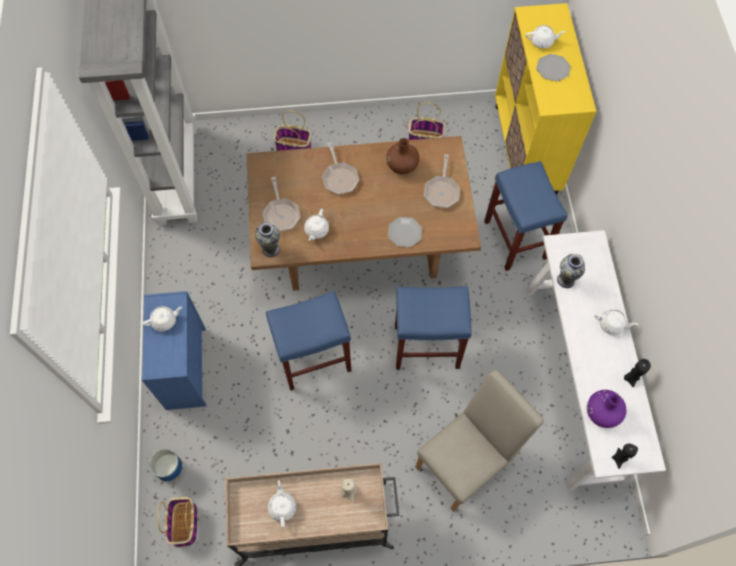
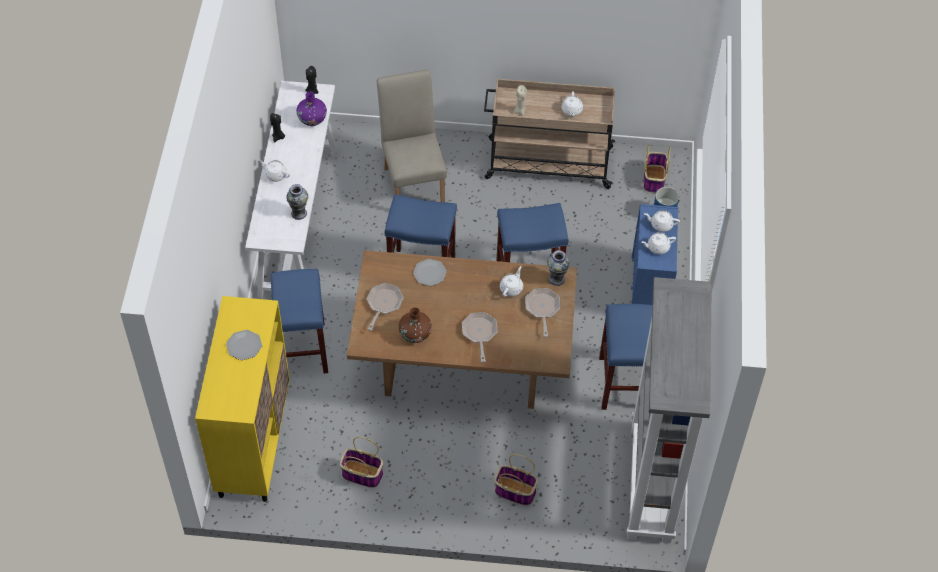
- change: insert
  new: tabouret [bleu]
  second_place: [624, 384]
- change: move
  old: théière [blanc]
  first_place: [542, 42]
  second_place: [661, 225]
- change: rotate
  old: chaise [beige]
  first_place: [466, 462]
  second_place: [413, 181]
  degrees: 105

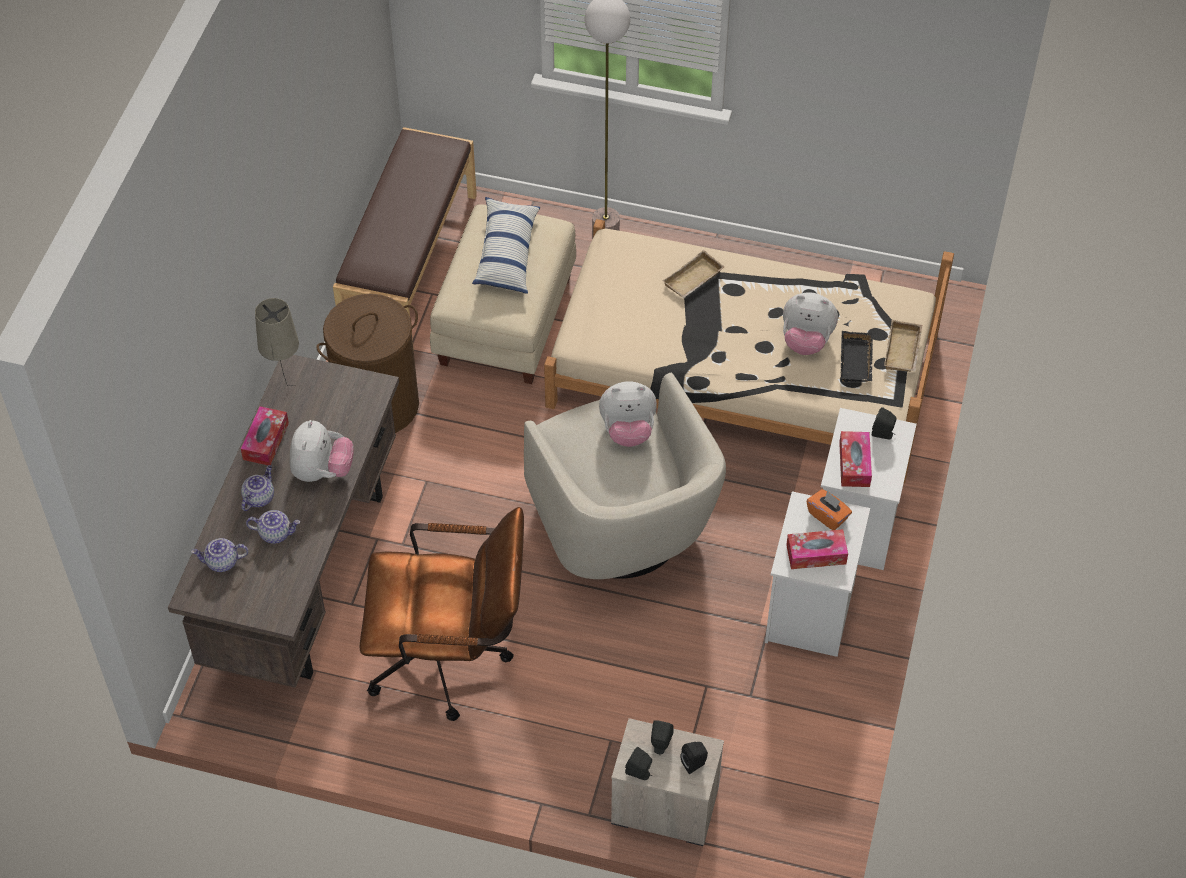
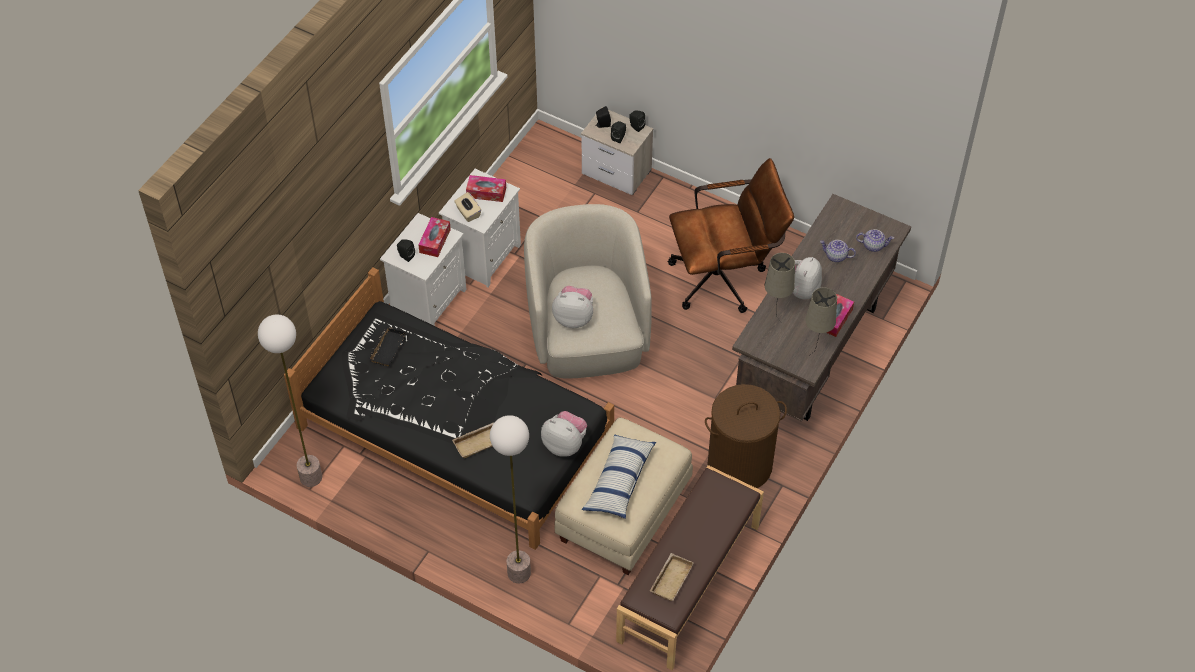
- change: delete
  old: théière
  first_place: [259, 497]
- change: insert
  new: lampadaire
  second_place: [310, 477]
- change: insert
  new: lampe de table [beige]
  second_place: [775, 318]
- change: move
  old: peluche
  first_place: [806, 341]
  second_place: [565, 444]
- change: move
  old: plateau [beige]
  first_place: [904, 351]
  second_place: [670, 578]
- change: recolor
  old: lit [beige]
  new: lit [noir]
  first_place: [744, 369]
  second_place: [455, 431]
- change: recolor
  old: boîte à mouchoirs [orange]
  new: boîte à mouchoirs [beige]
  first_place: [828, 516]
  second_place: [468, 213]
- change: rotate
  old: chaise de bureau [marron]
  first_place: [450, 659]
  second_place: [725, 278]
  degrees: 150

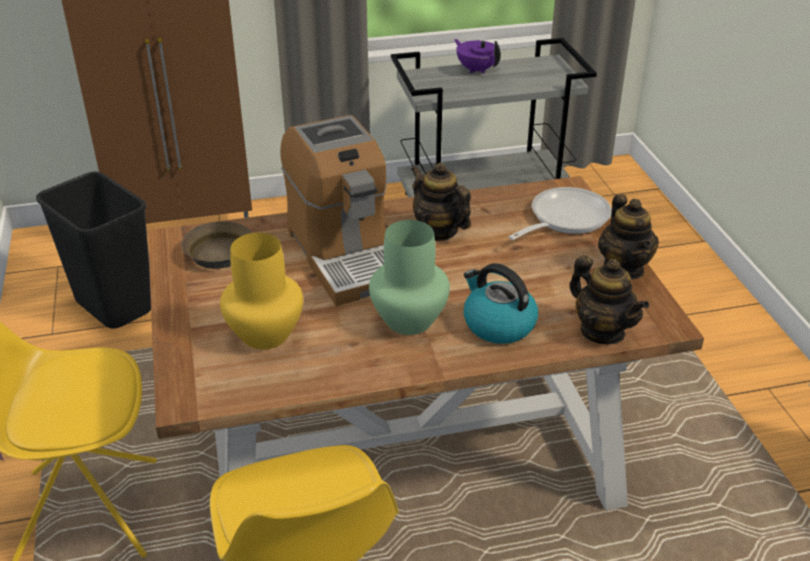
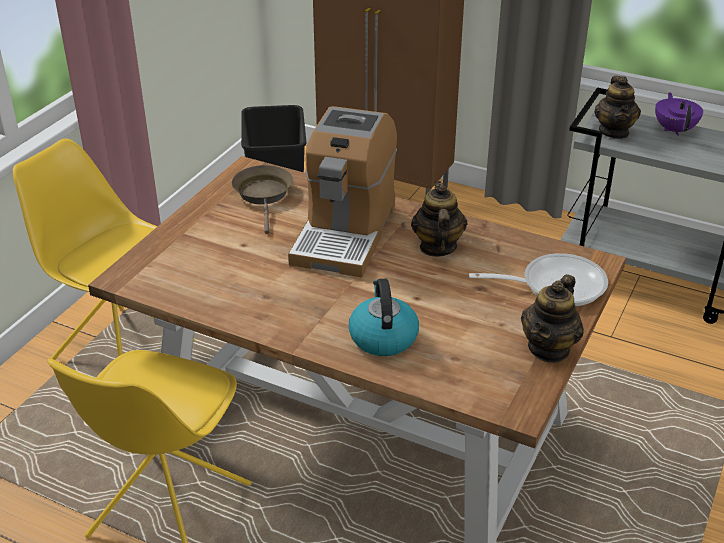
- change: delete
  old: vase [jaune]
  first_place: [266, 335]
- change: delete
  old: vase [vert]
  first_place: [410, 320]
- change: move
  old: théière
  first_place: [602, 331]
  second_place: [614, 132]

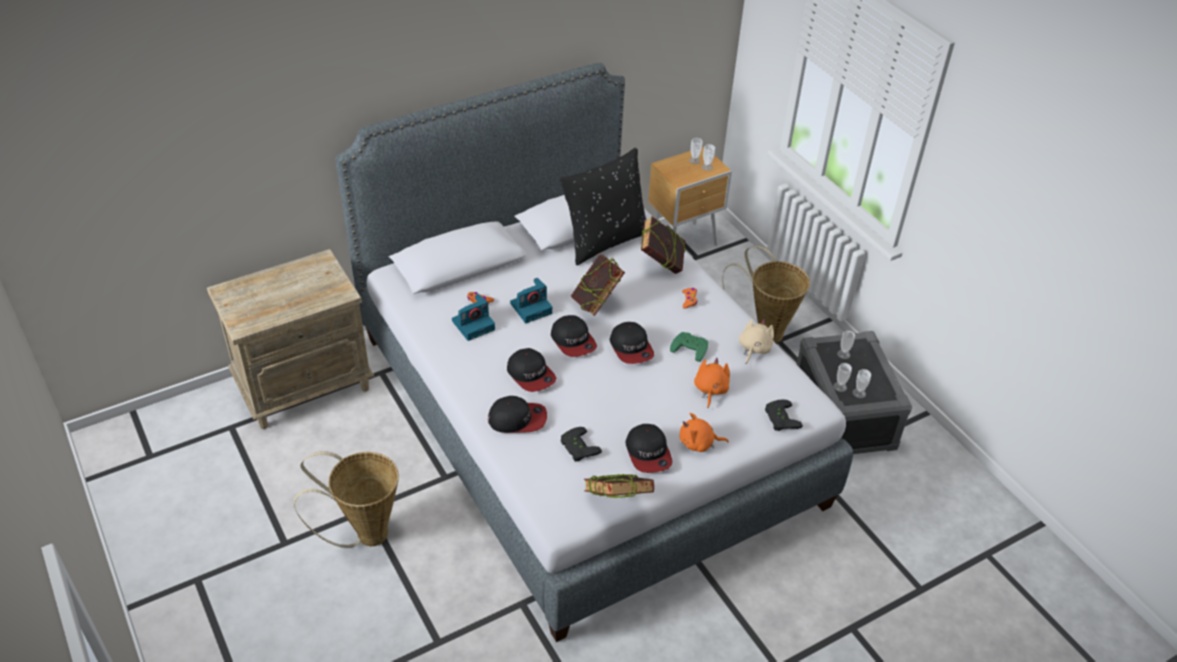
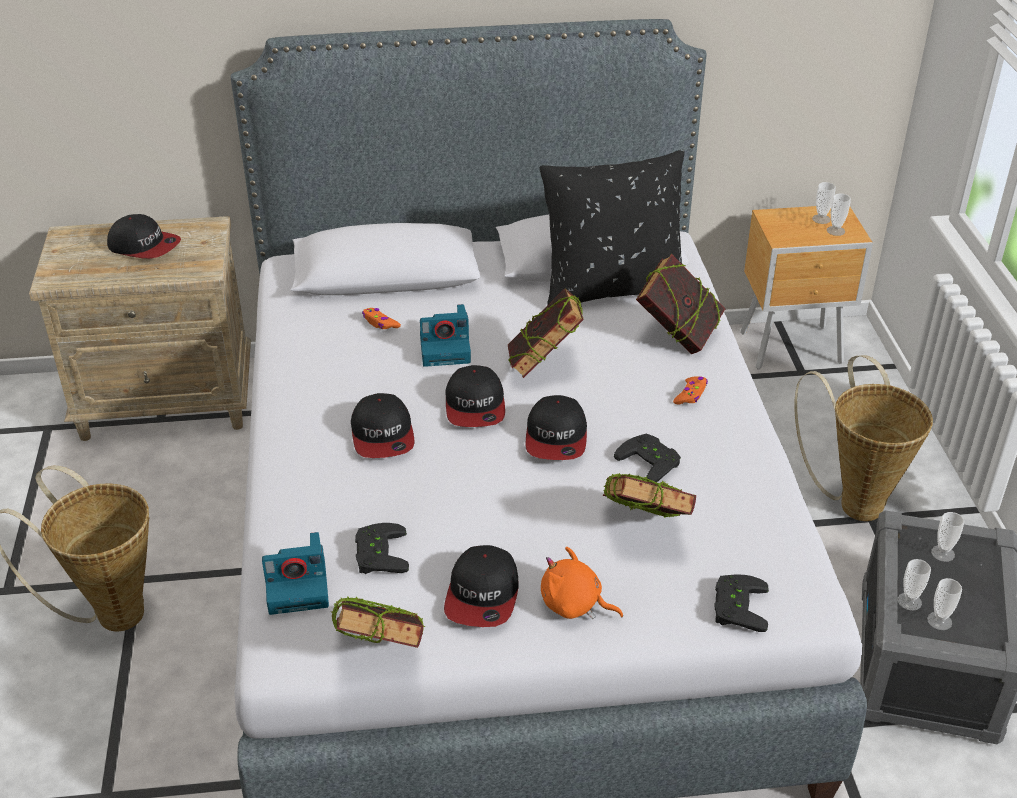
- change: delete
  old: peluche [beige]
  first_place: [754, 349]
- change: move
  old: appareil photo
  first_place: [474, 324]
  second_place: [299, 586]
- change: move
  old: casquette
  first_place: [517, 419]
  second_place: [144, 246]
- change: replace
  old: peluche [orange]
  new: livre
  first_place: [710, 390]
  second_place: [644, 530]
- change: recolor
  old: manette [vert]
  new: manette [noir]
  first_place: [691, 347]
  second_place: [651, 460]

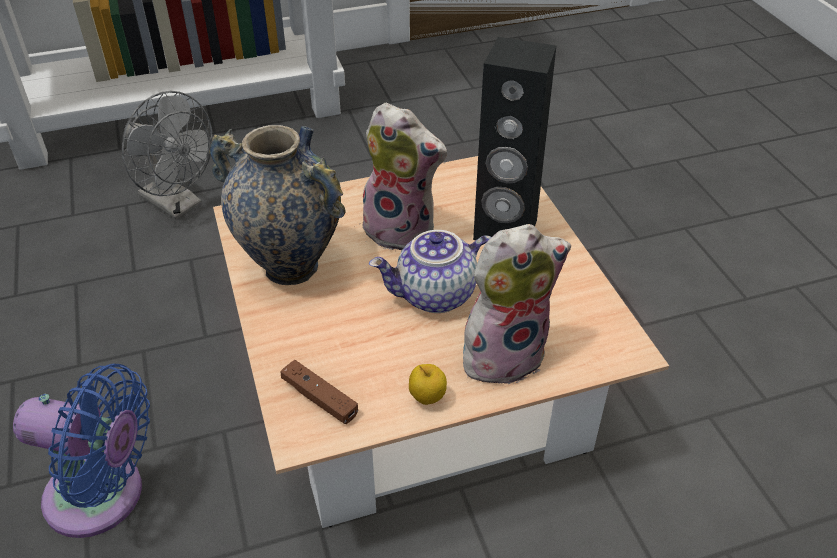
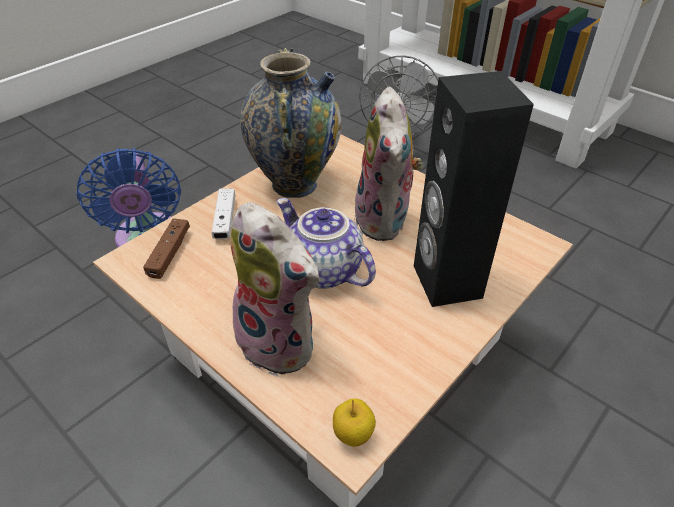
- change: insert
  new: manette [blanc]
  second_place: [225, 220]
- change: move
  old: pomme
  first_place: [427, 399]
  second_place: [353, 436]

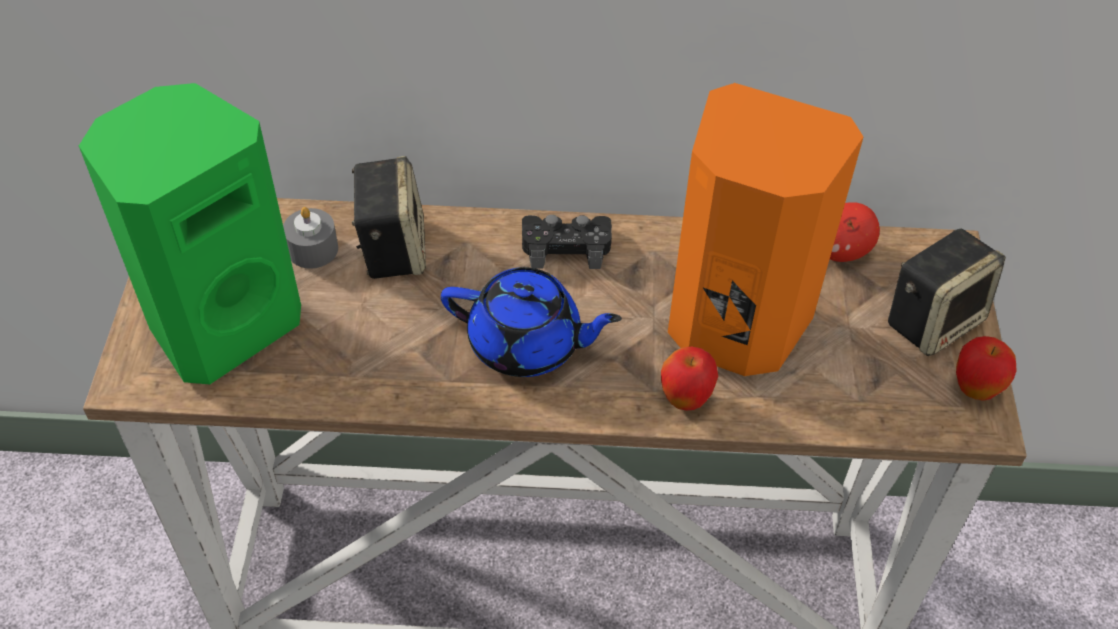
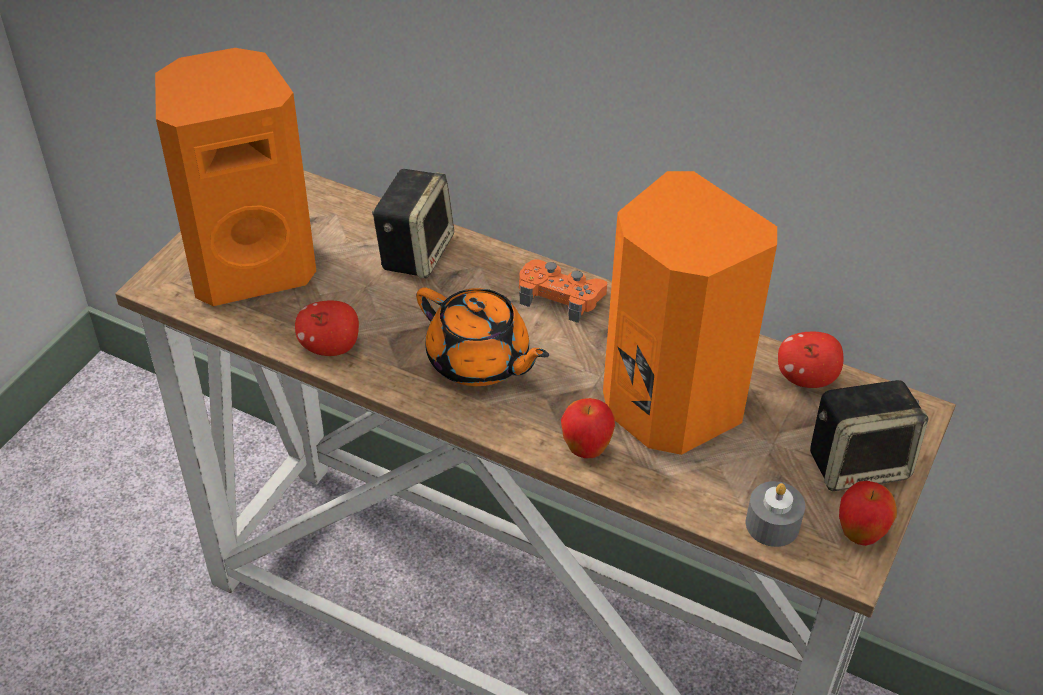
- change: insert
  new: pomme
  second_place: [330, 347]
- change: move
  old: bougie [gris]
  first_place: [313, 249]
  second_place: [772, 524]
- change: recolor
  old: enceinte [vert]
  new: enceinte [orange]
  first_place: [222, 323]
  second_place: [250, 266]
- change: recolor
  old: théière [bleu]
  new: théière [orange]
  first_place: [527, 344]
  second_place: [479, 361]
- change: recolor
  old: manette [noir]
  new: manette [orange]
  first_place: [566, 246]
  second_place: [560, 296]

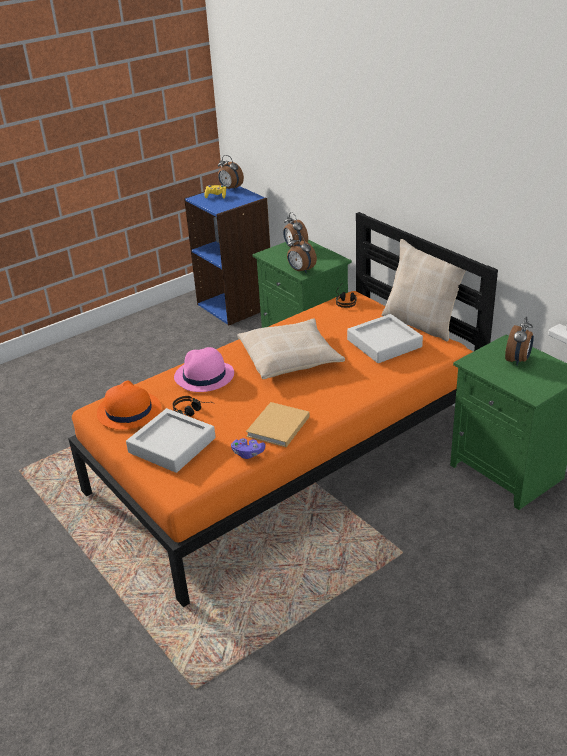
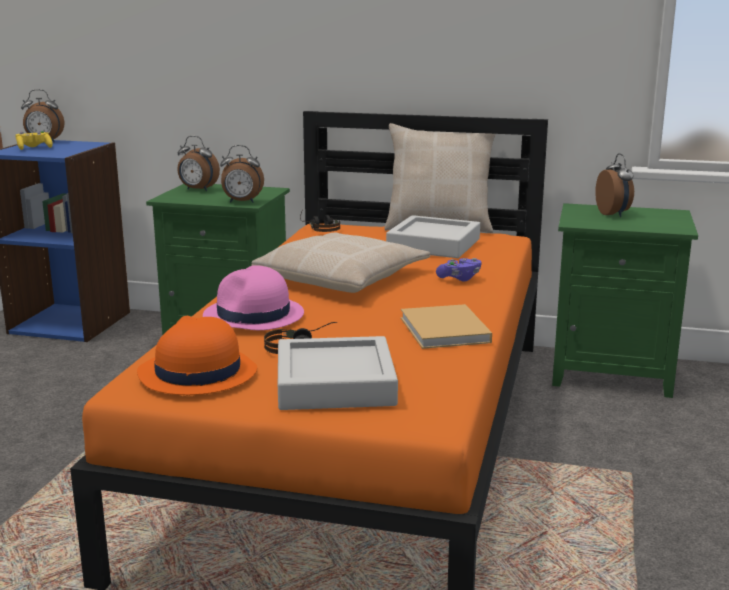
- change: move
  old: manette [violet]
  first_place: [248, 453]
  second_place: [459, 278]

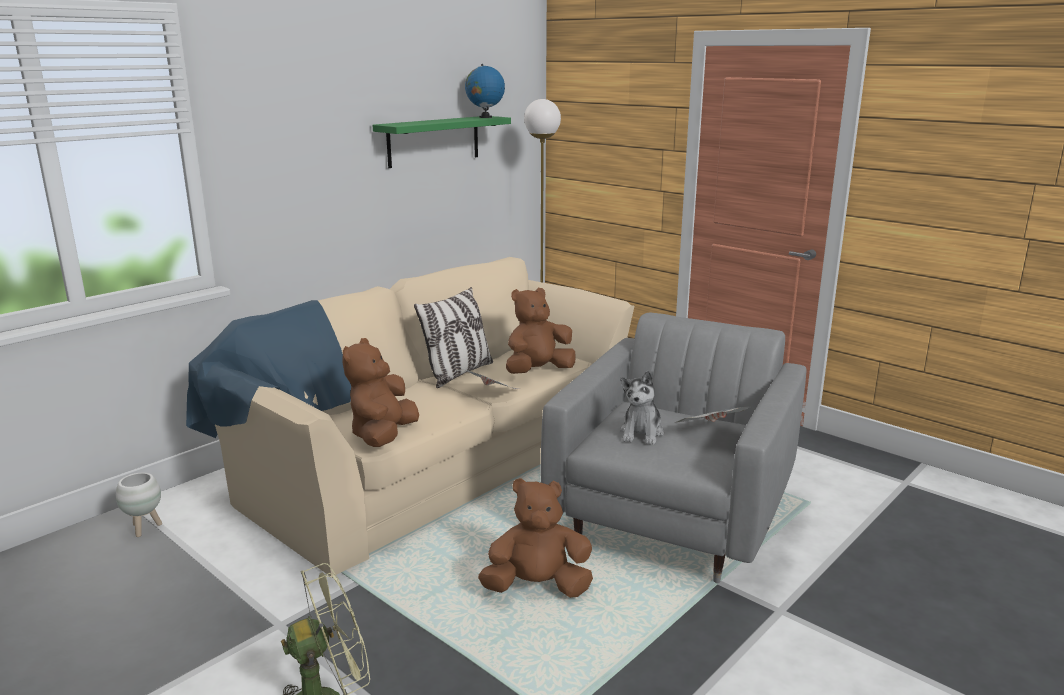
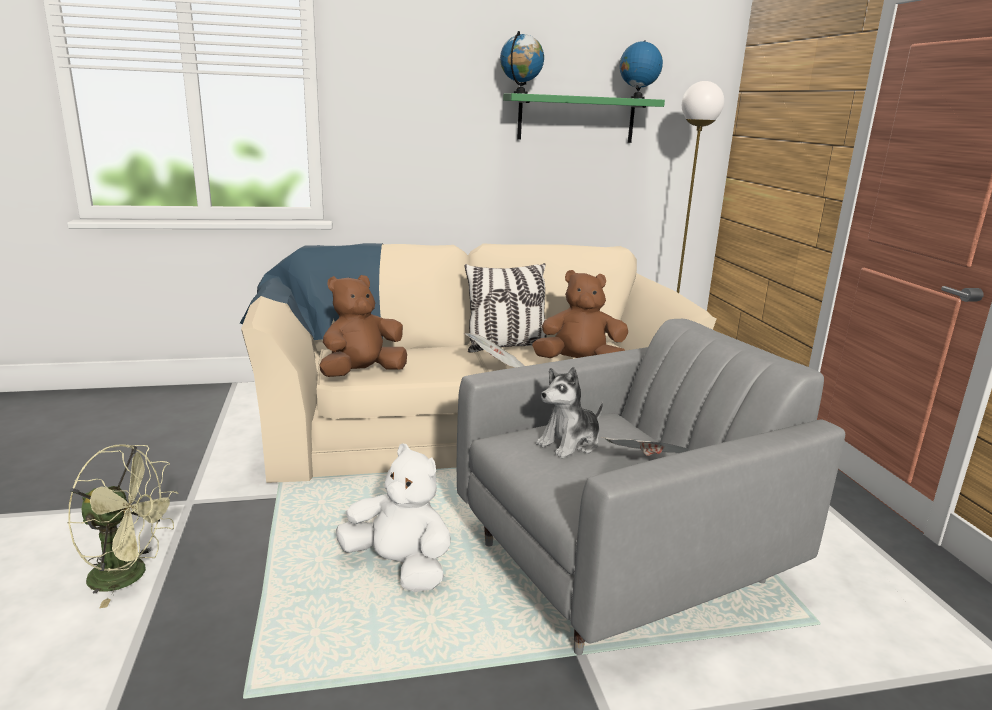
- change: delete
  old: cache-pot [blanc]
  first_place: [145, 528]
- change: insert
  new: globe
  second_place: [520, 93]
- change: recolor
  old: peluche [marron]
  new: peluche [blanc]
  first_place: [537, 587]
  second_place: [399, 566]

